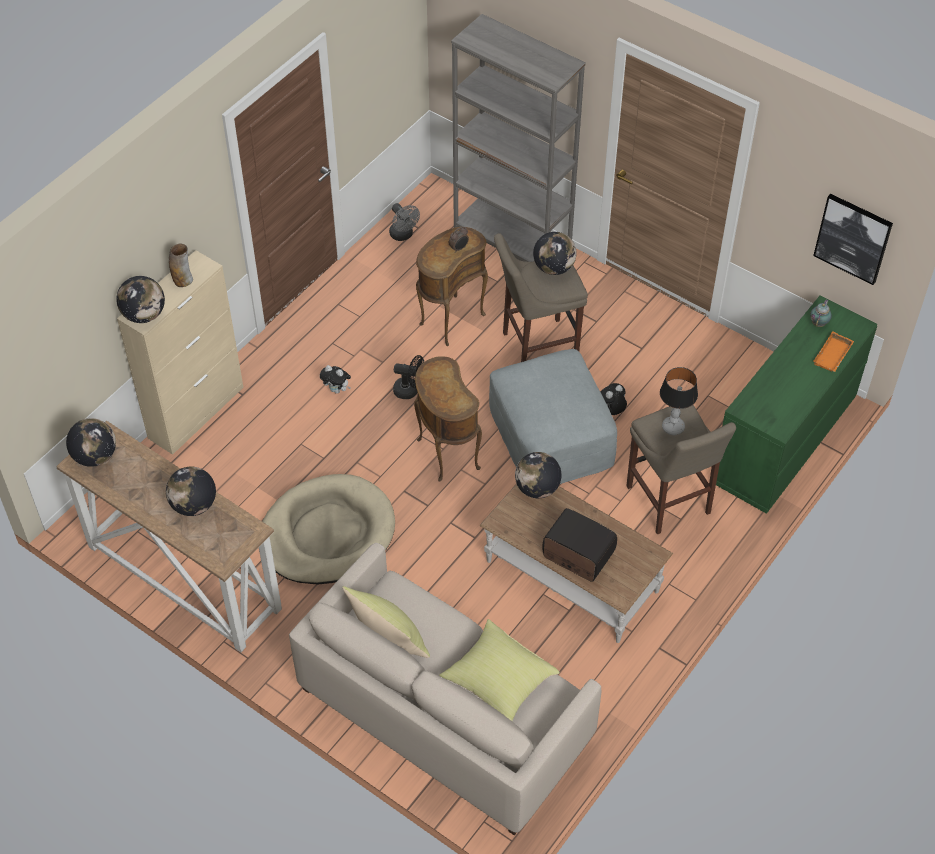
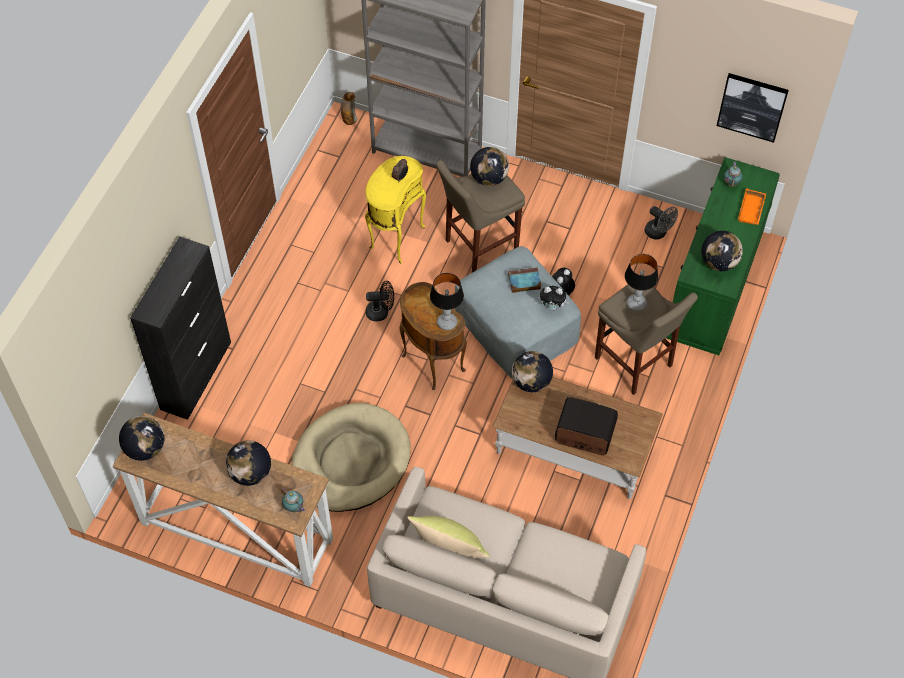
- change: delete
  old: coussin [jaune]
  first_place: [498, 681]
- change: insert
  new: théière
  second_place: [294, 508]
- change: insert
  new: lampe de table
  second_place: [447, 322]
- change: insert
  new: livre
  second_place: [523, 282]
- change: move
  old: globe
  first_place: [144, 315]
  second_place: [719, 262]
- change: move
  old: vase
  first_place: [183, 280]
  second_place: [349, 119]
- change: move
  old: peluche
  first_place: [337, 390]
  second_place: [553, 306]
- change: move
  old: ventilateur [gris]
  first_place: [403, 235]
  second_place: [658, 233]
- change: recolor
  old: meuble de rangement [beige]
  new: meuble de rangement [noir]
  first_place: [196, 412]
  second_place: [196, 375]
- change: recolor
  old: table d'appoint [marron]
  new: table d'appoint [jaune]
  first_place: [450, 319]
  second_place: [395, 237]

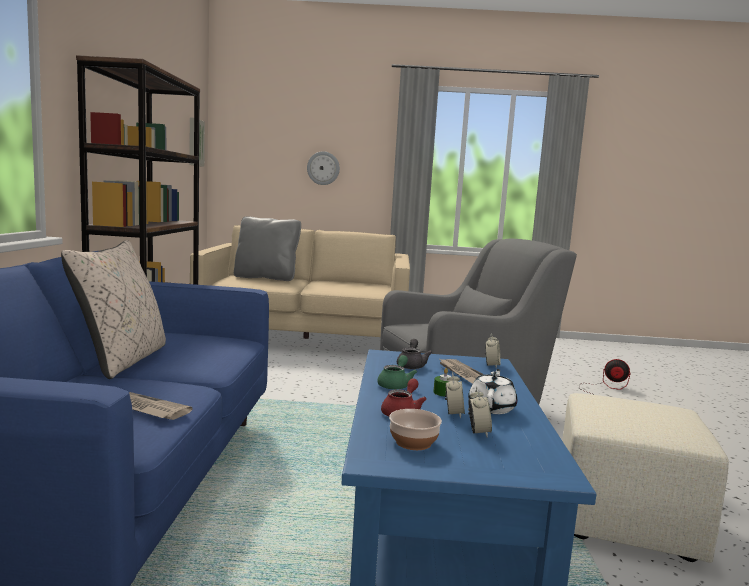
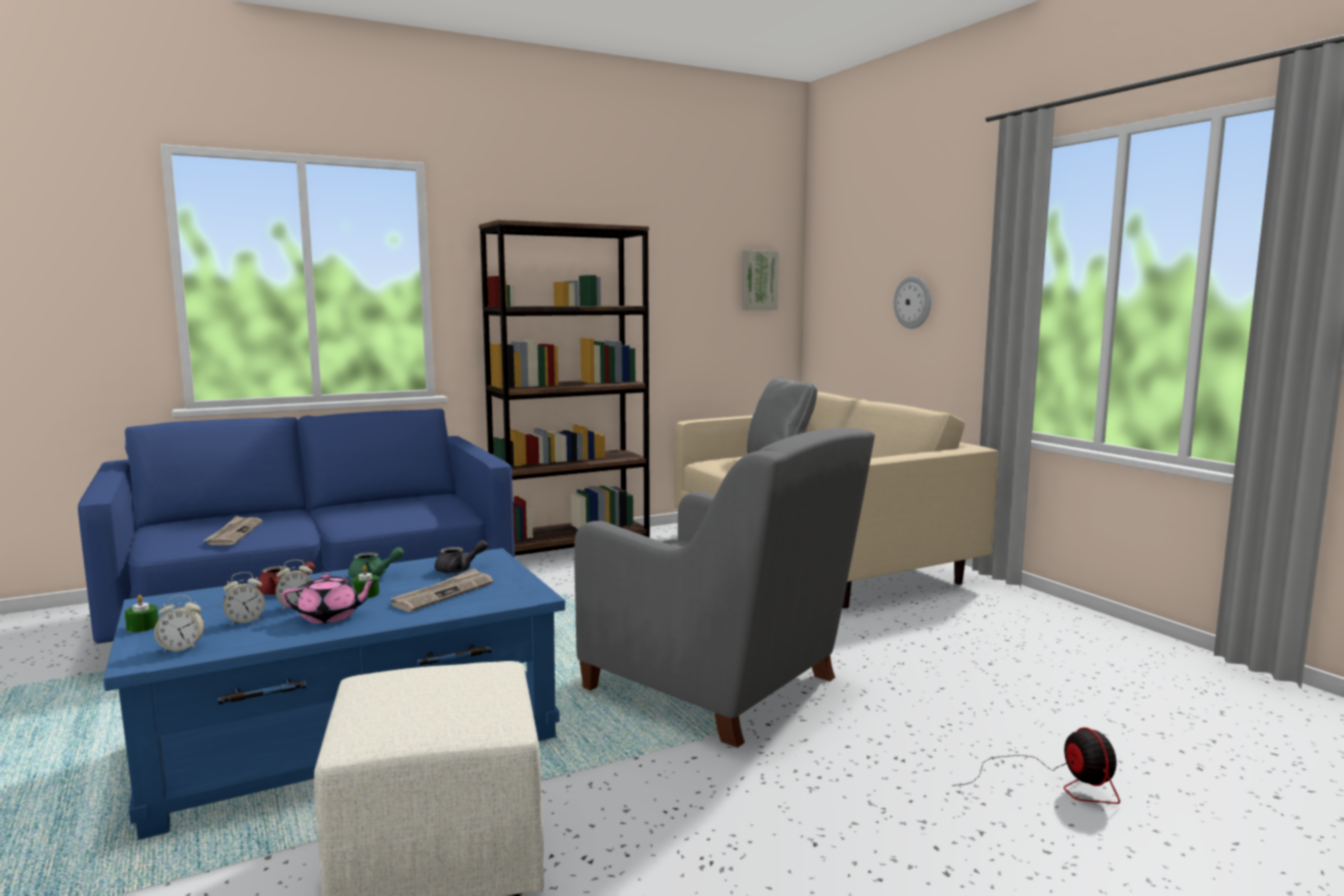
- change: delete
  old: coussin [beige]
  first_place: [123, 360]
- change: delete
  old: bol
  first_place: [414, 442]
- change: insert
  new: bougie [vert]
  second_place: [142, 626]
- change: move
  old: réveil
  first_place: [491, 365]
  second_place: [182, 648]
- change: recolor
  old: théière [blanc]
  new: théière [rose]
  first_place: [492, 408]
  second_place: [331, 616]

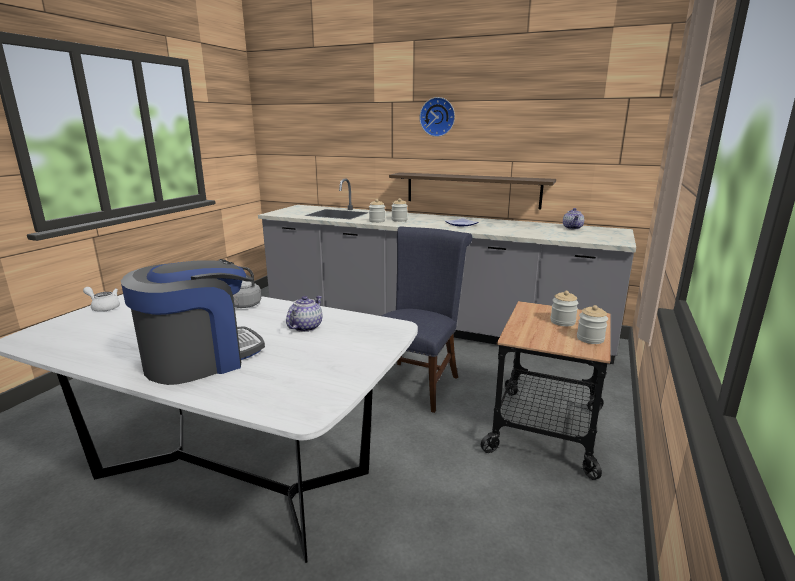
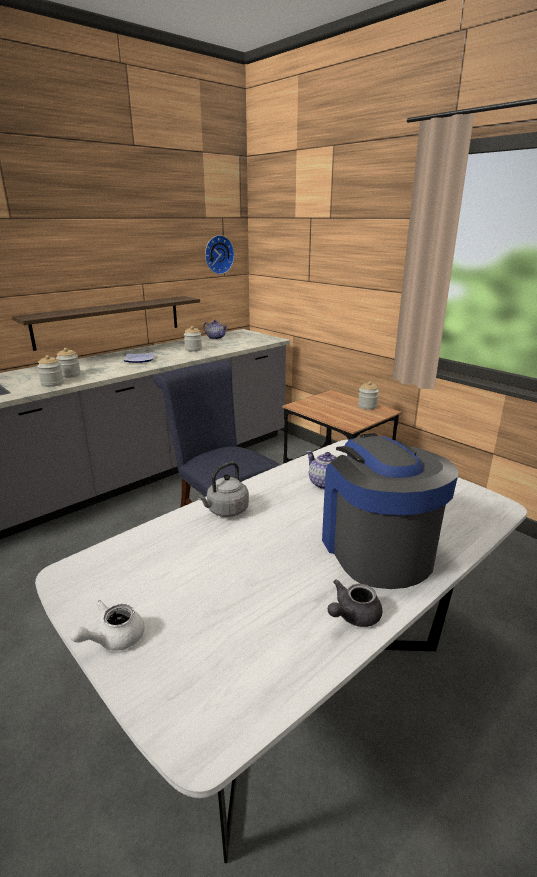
- change: insert
  new: théière [gris]
  second_place: [353, 616]
- change: move
  old: horloge murale
  first_place: [438, 117]
  second_place: [218, 254]
- change: move
  old: bocal
  first_place: [562, 322]
  second_place: [193, 349]

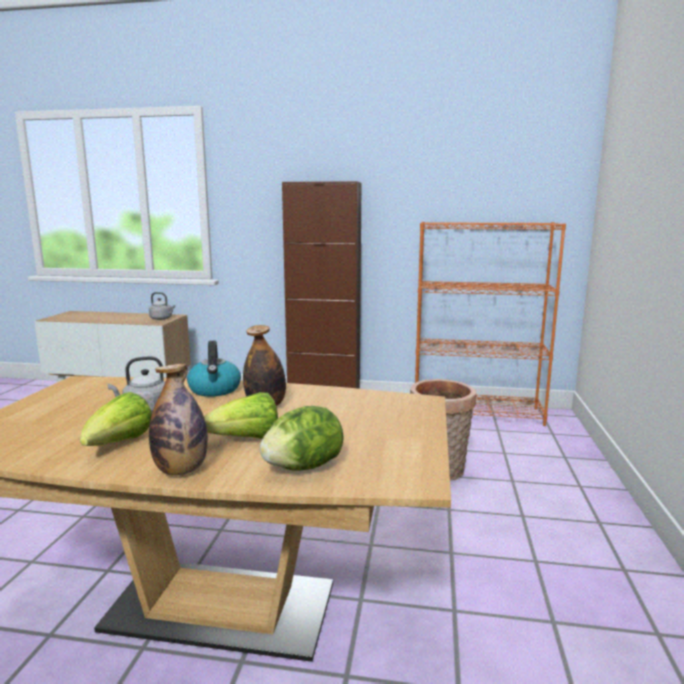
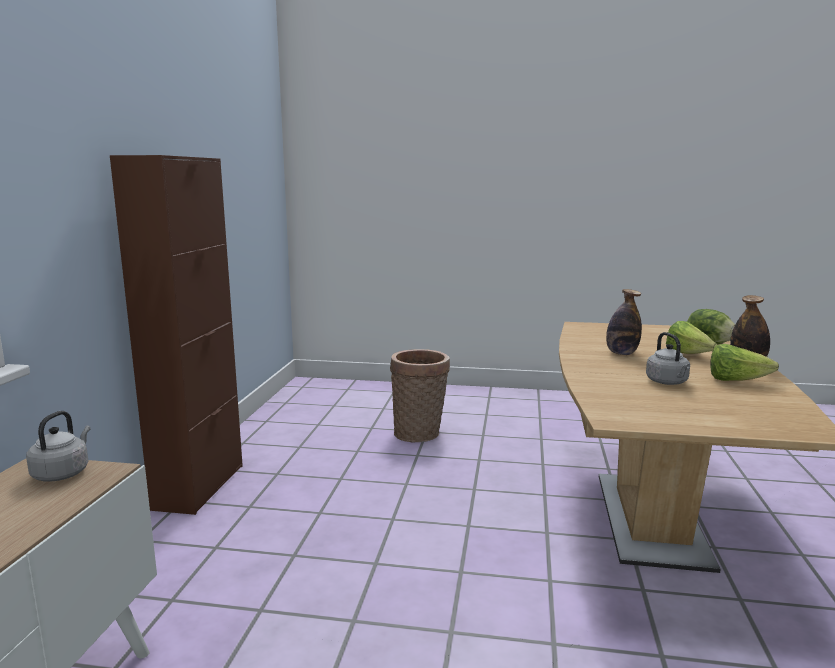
- change: delete
  old: bouilloire
  first_place: [215, 390]
- change: delete
  old: bibliothèque [orange]
  first_place: [477, 413]

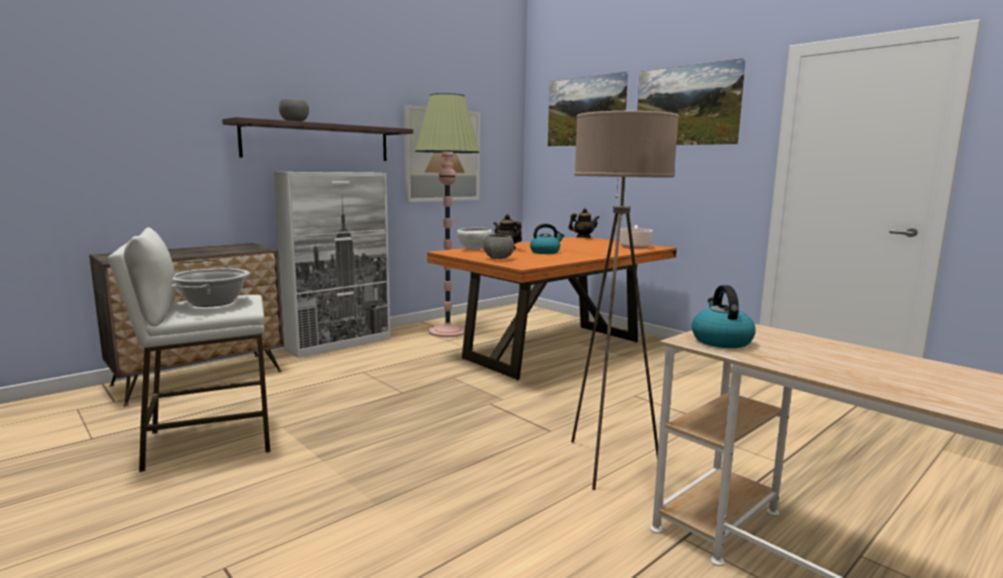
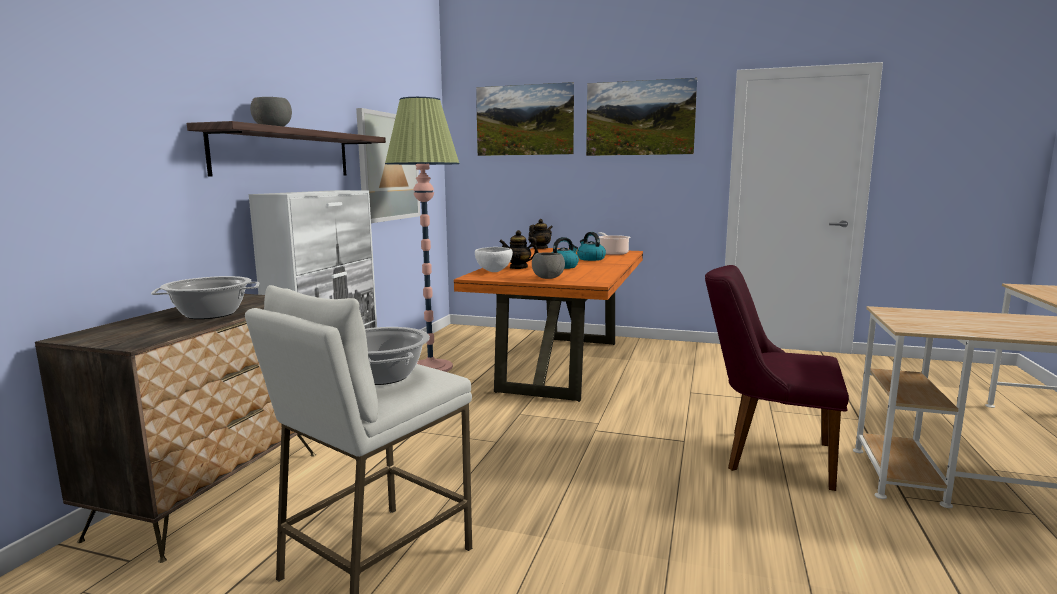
- change: insert
  new: marmite
  second_place: [211, 314]
- change: move
  old: bouilloire
  first_place: [720, 341]
  second_place: [590, 259]
- change: replace
  old: lampadaire [beige]
  new: chaise [violet]
  first_place: [607, 462]
  second_place: [767, 455]

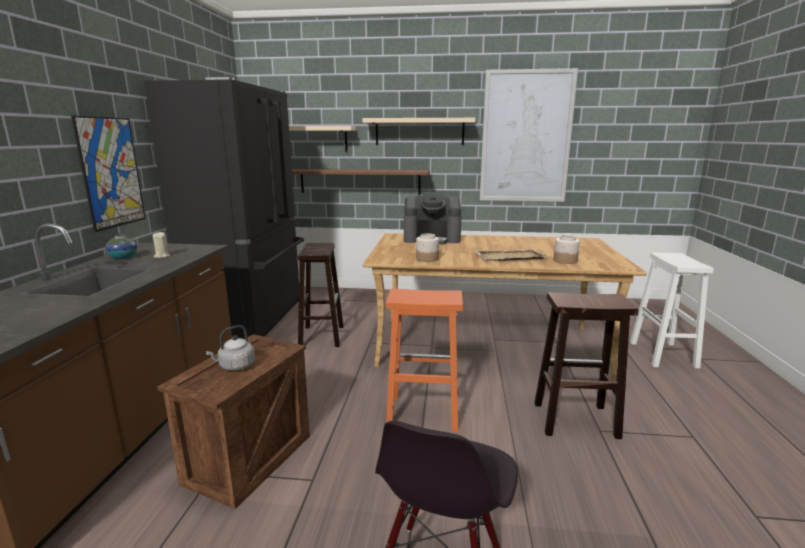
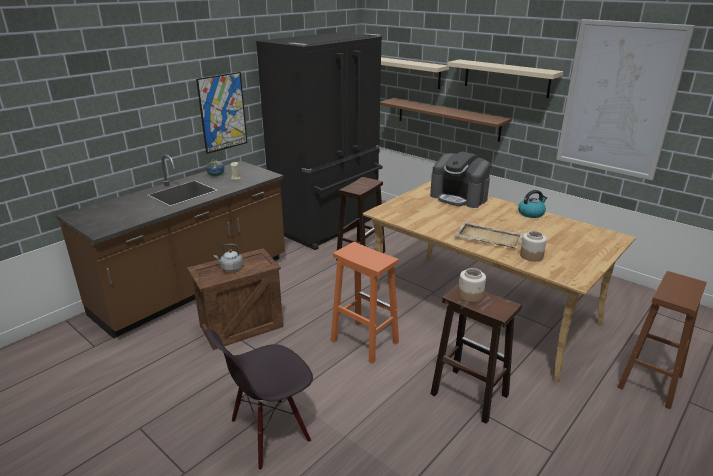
- change: insert
  new: bouilloire
  second_place: [531, 213]
- change: move
  old: bocal
  first_place: [427, 259]
  second_place: [471, 295]
- change: recolor
  old: tabouret [blanc]
  new: tabouret [marron]
  first_place: [663, 355]
  second_place: [650, 382]

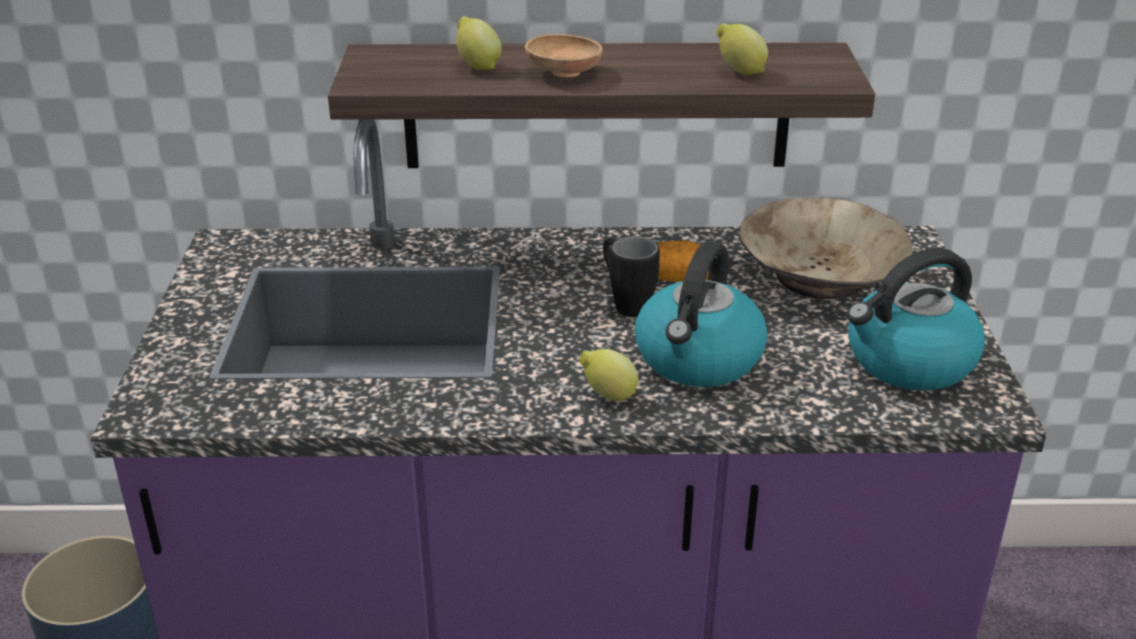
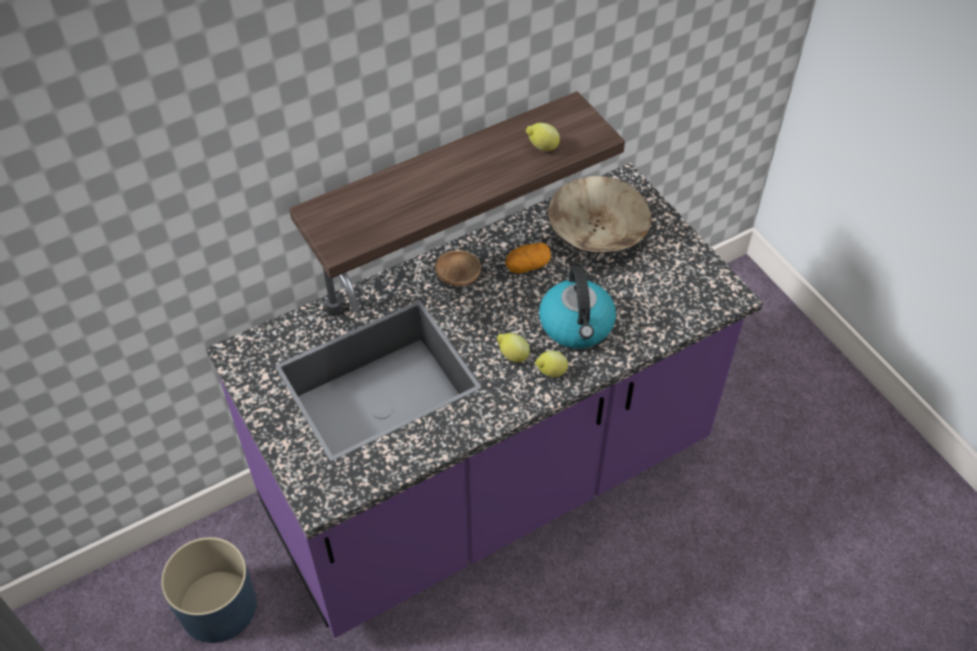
- change: delete
  old: mug [noir]
  first_place: [625, 303]
- change: delete
  old: bouilloire
  first_place: [908, 362]
- change: move
  old: citron
  first_place: [477, 66]
  second_place: [512, 356]
- change: move
  old: bol [marron]
  first_place: [563, 73]
  second_place: [458, 277]

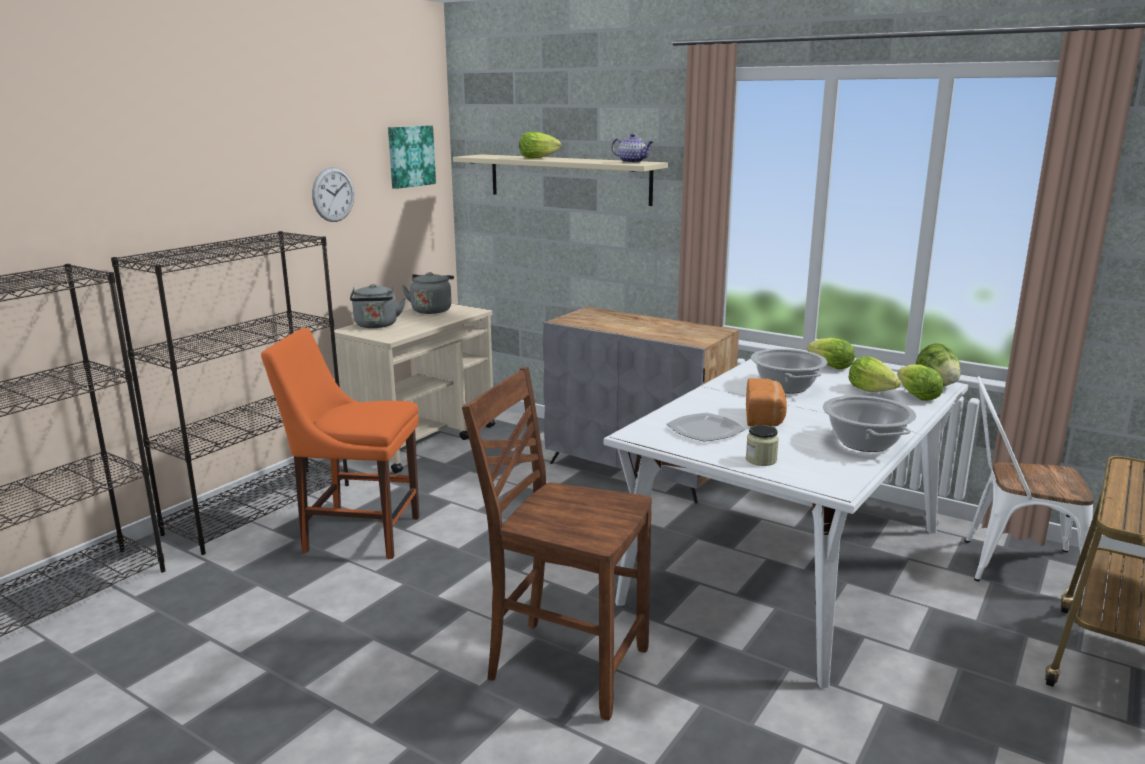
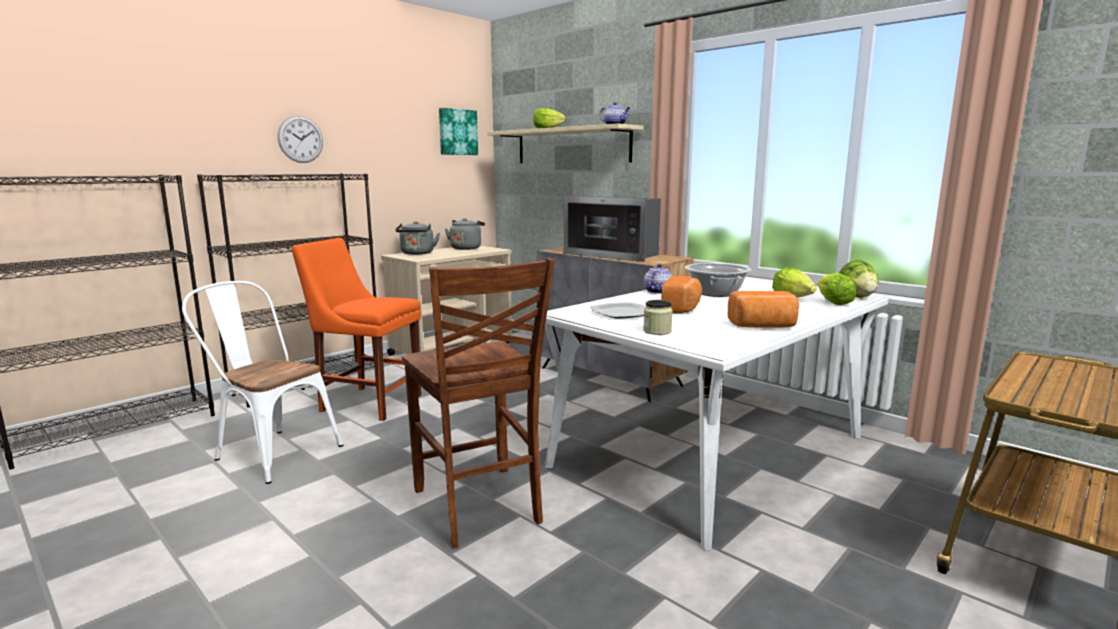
- change: delete
  old: laitue
  first_place: [830, 367]
- change: insert
  new: micro-ondes
  second_place: [615, 254]
- change: insert
  new: théière
  second_place: [657, 291]
- change: move
  old: horloge murale
  first_place: [333, 194]
  second_place: [300, 139]
- change: move
  old: chaise [blanc]
  first_place: [1011, 565]
  second_place: [271, 451]
- change: replace
  old: marmite
  new: pain
  first_place: [864, 442]
  second_place: [763, 326]
- change: rotate
  old: chaise [marron]
  first_place: [565, 664]
  second_place: [478, 507]
  degrees: -150

